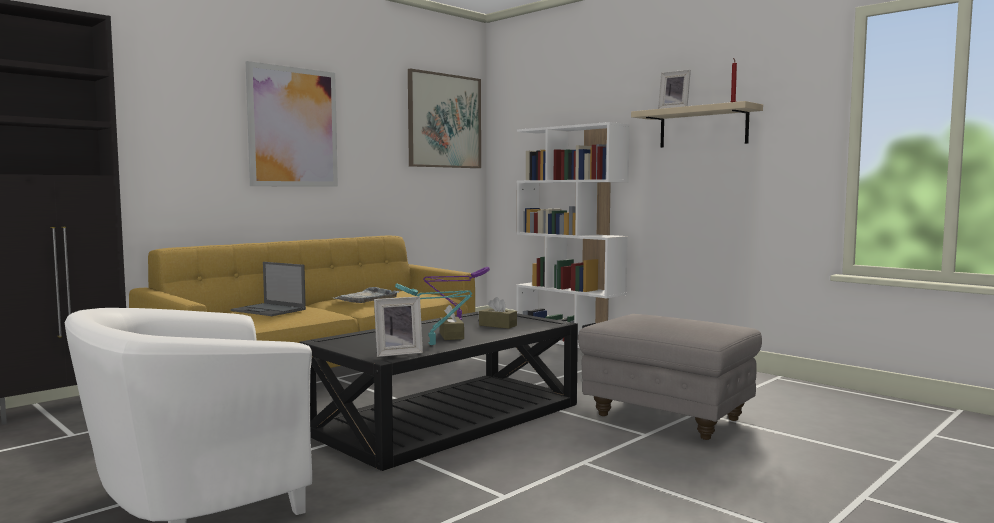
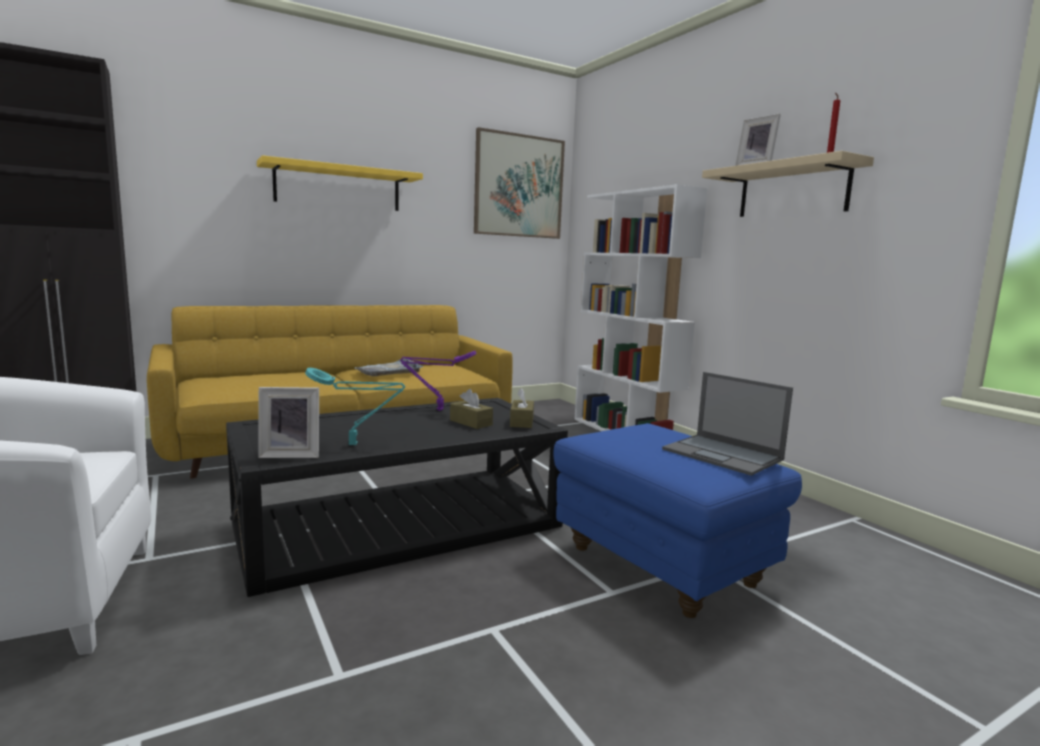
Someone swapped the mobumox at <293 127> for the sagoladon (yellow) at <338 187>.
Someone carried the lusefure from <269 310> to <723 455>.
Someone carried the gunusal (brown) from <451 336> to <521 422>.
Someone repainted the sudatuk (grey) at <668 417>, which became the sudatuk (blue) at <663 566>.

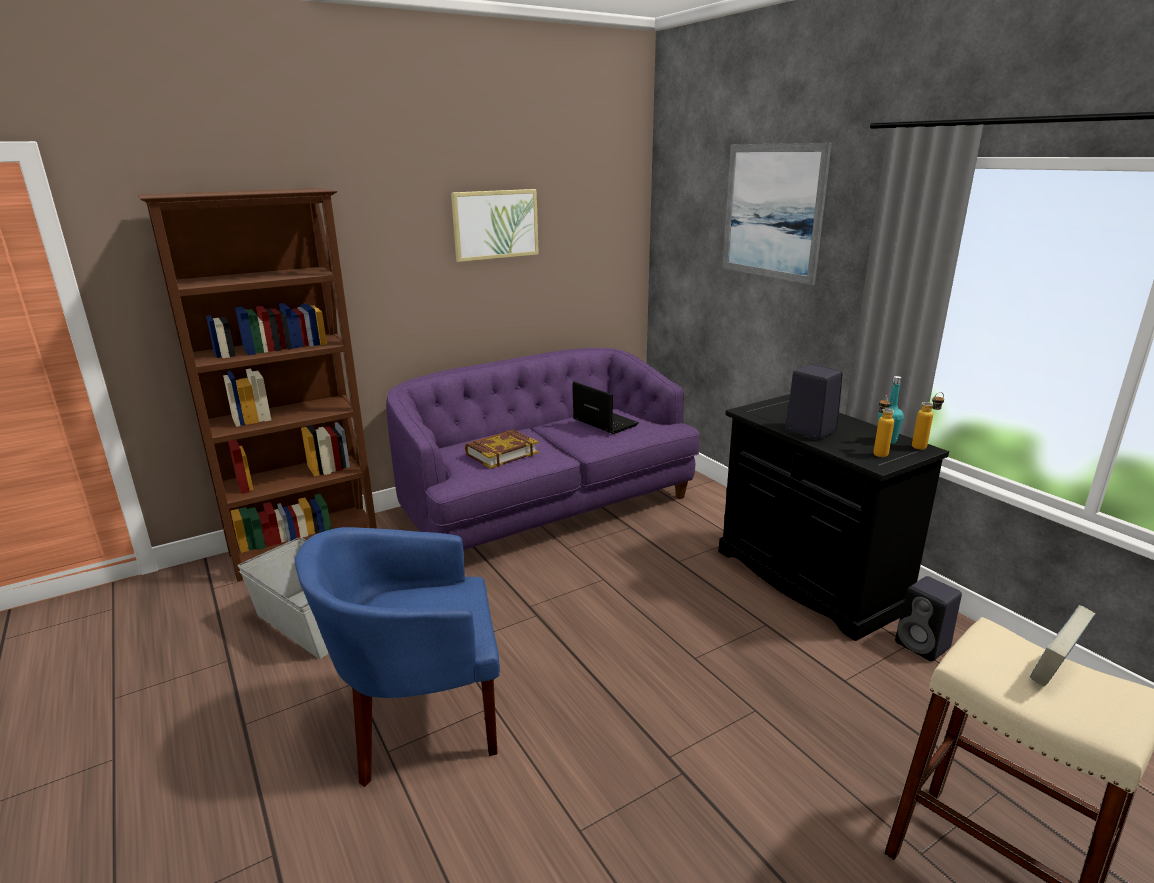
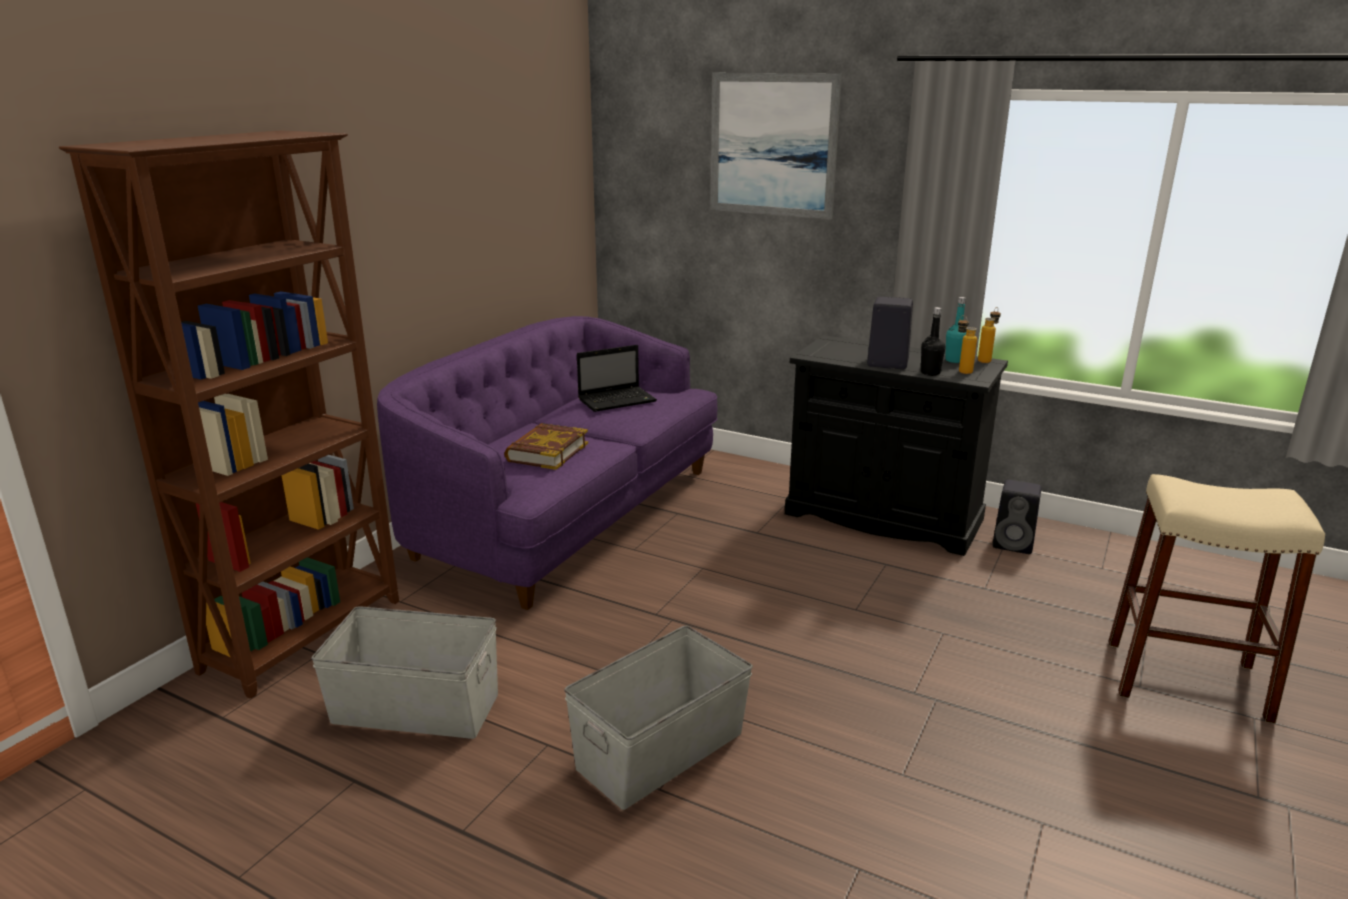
Someone took away the mobumox at <495 224>.
Someone rotated the lusefure at <603 422> by 135 degrees clockwise.
Someone swapped the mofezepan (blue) at <419 719> for the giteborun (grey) at <659 750>.
Someone took away the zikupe at <1054 671>.
Someone put down the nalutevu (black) at <930 373>.

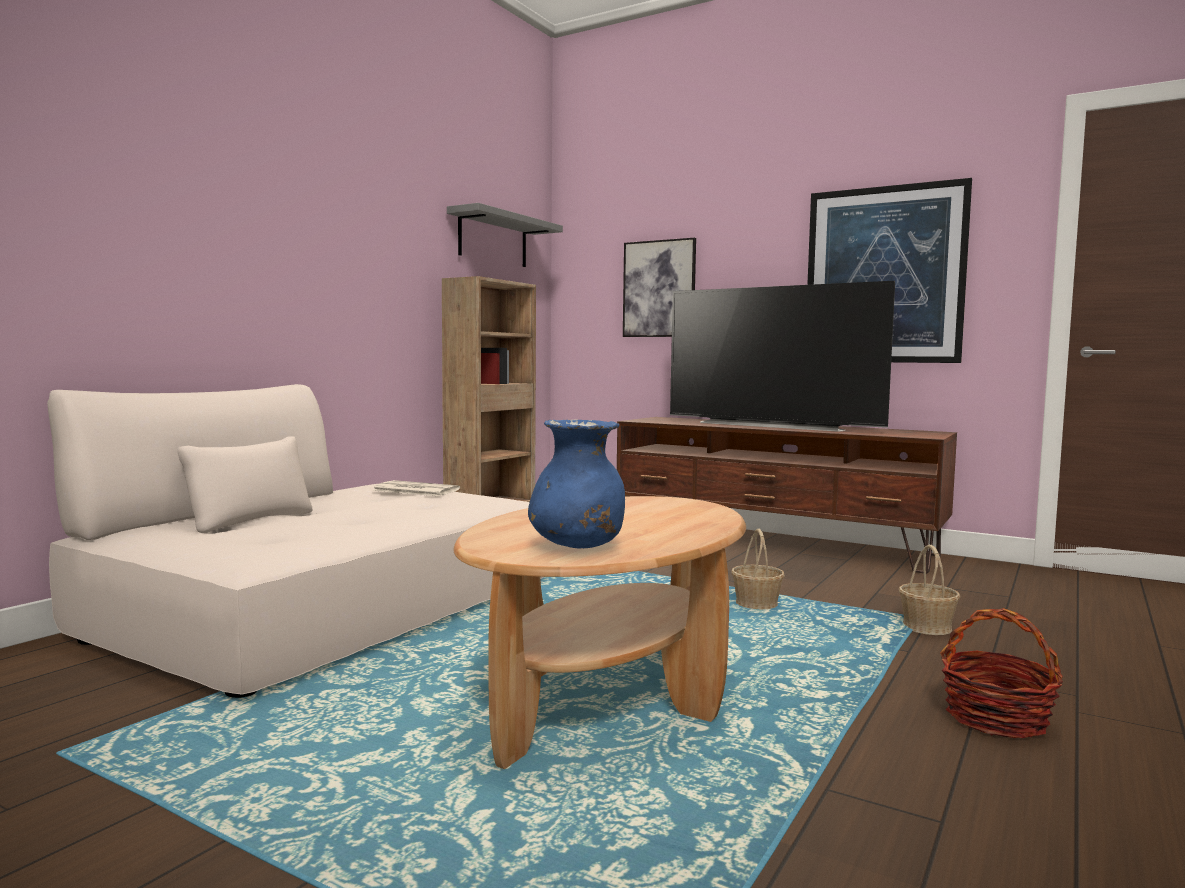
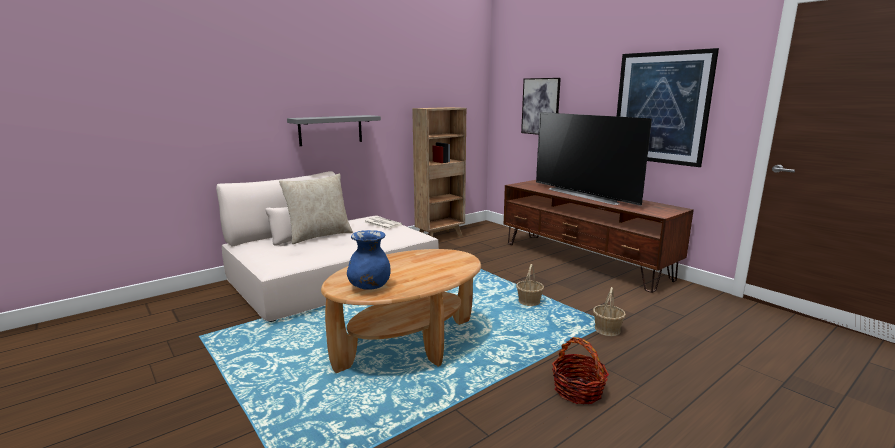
Someone carried the sagoladon (grey) from <493 239> to <330 130>.
Someone put down the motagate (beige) at <319 236>.

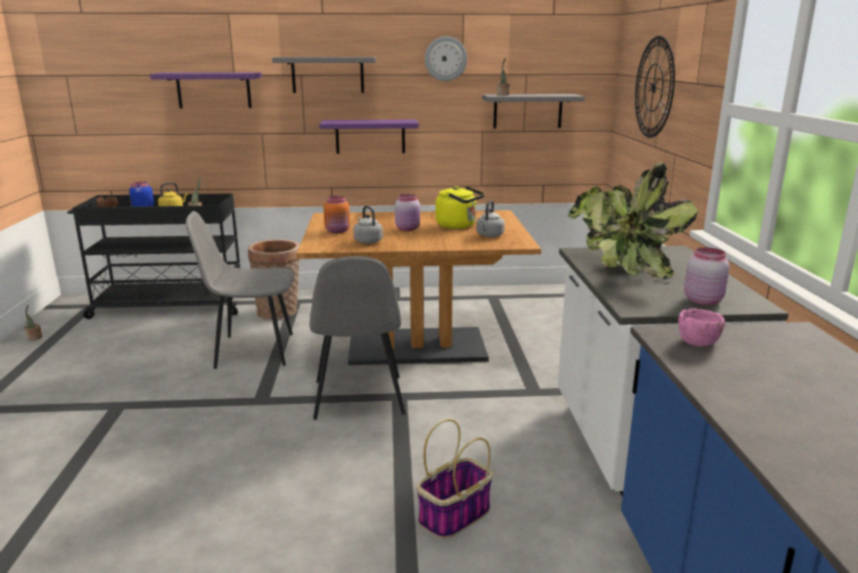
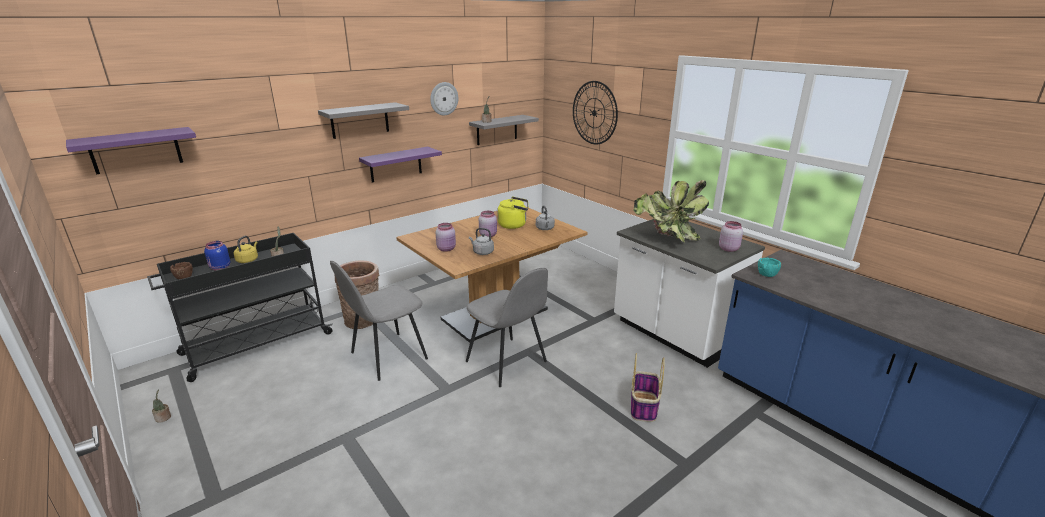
Someone carried the sagoladon (purple) from <214 90> to <136 150>.
Someone repainted the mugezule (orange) at <338 231>, which became the mugezule (pink) at <447 249>.
Someone repainted the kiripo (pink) at <698 342>, which became the kiripo (turquoise) at <767 274>.

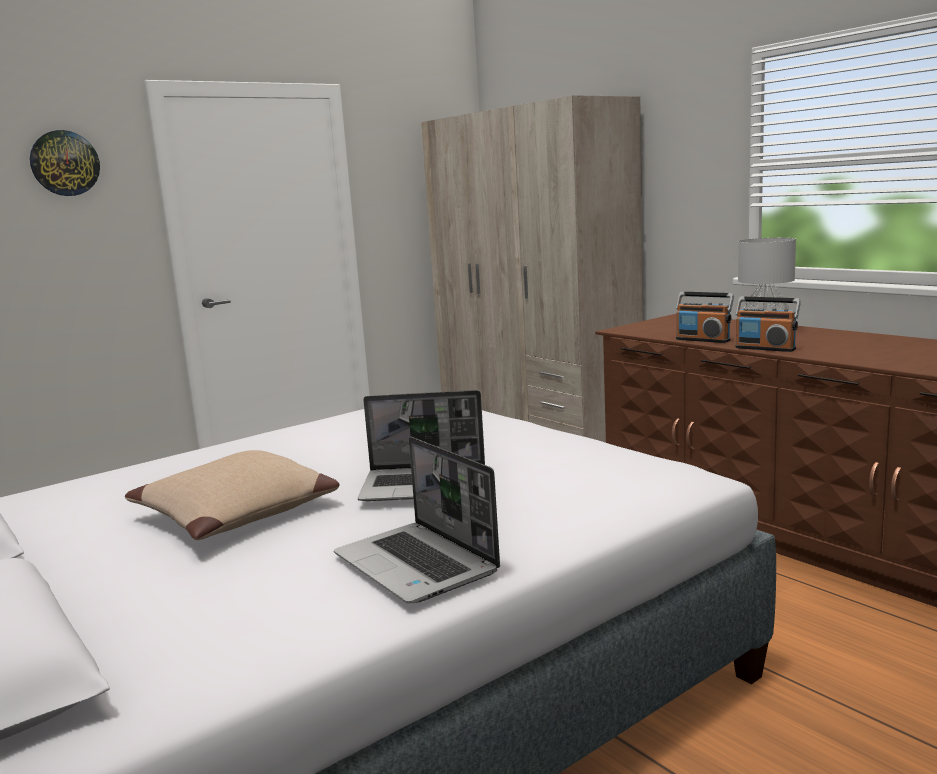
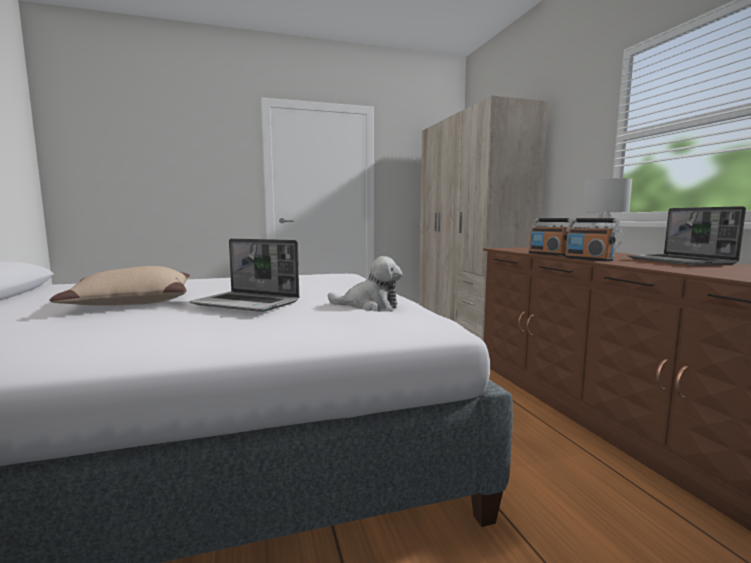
Someone took away the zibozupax at <65 163>.
Someone carried the lusefure from <418 565> to <680 261>.
Someone put down the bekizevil at <369 305>.

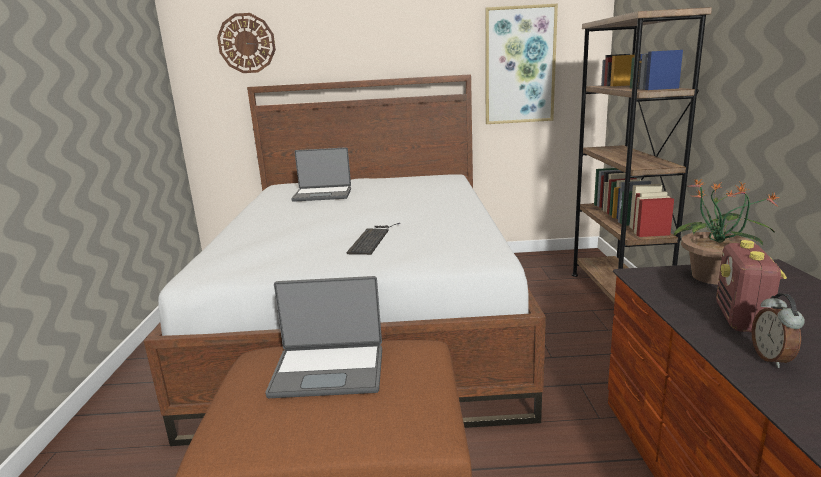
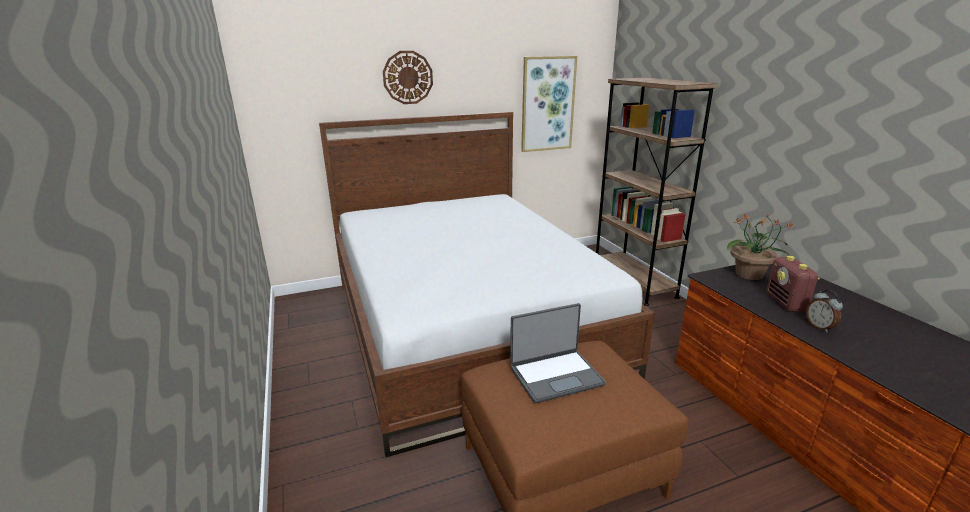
Someone carried the zibozupax from <246 43> to <408 77>.
Someone took away the lusefure at <323 195>.
Someone took away the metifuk at <372 238>.

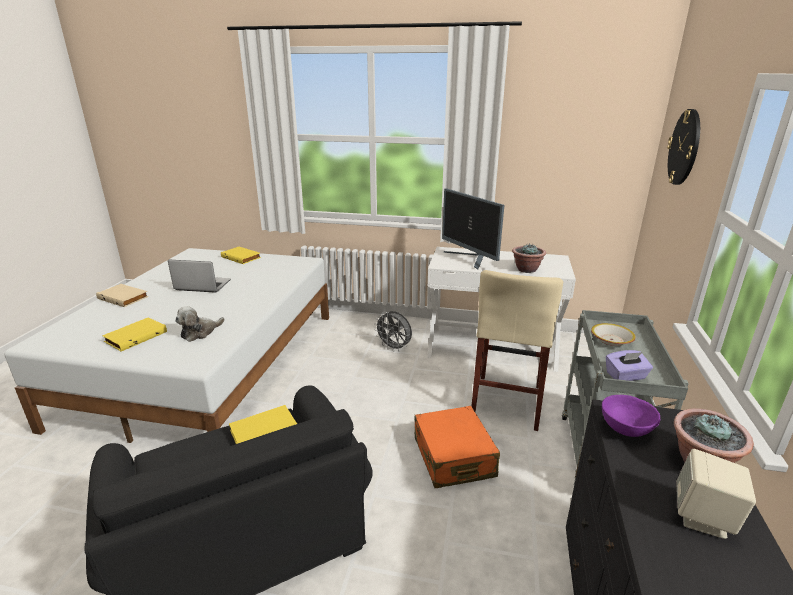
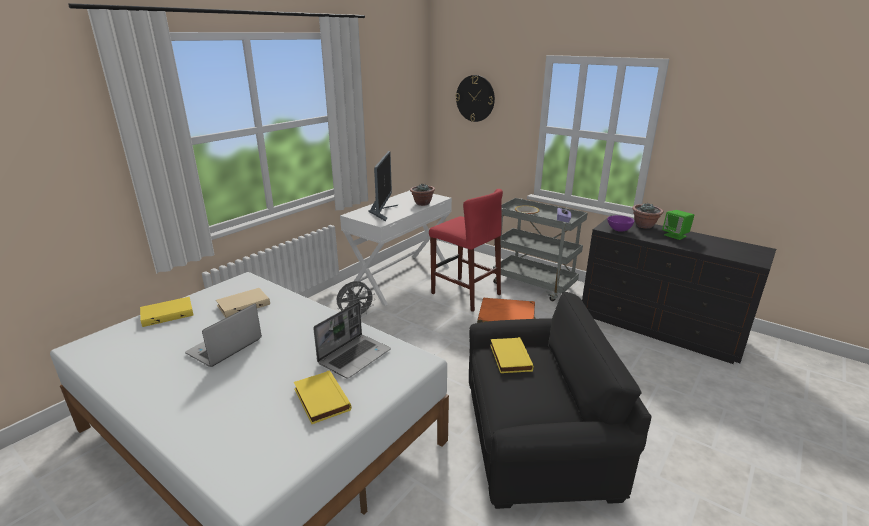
Someone rotated the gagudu at <470 259> by 75 degrees counterclockwise.
Someone repainted the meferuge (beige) at <507 401>, which became the meferuge (red) at <465 294>.
Someone carried the zikupe (beige) from <124 297> to <243 304>.
Someone swapped the bekizevil at <200 332> for the lusefure at <354 356>.
Someone repainted the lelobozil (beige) at <704 518>, which became the lelobozil (green) at <675 235>.

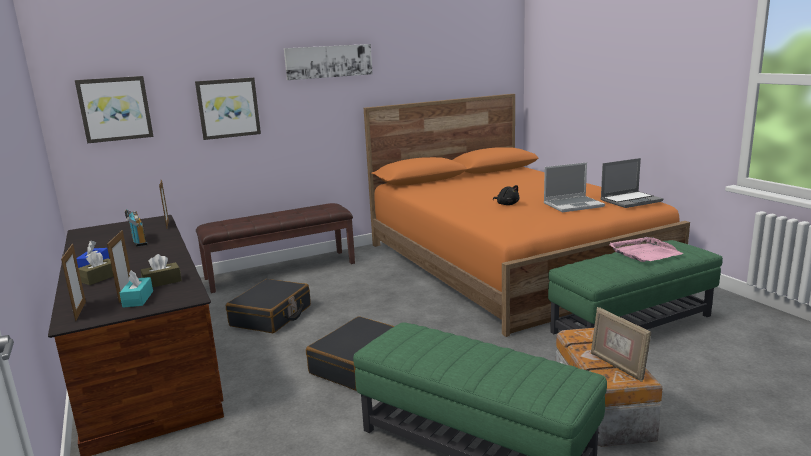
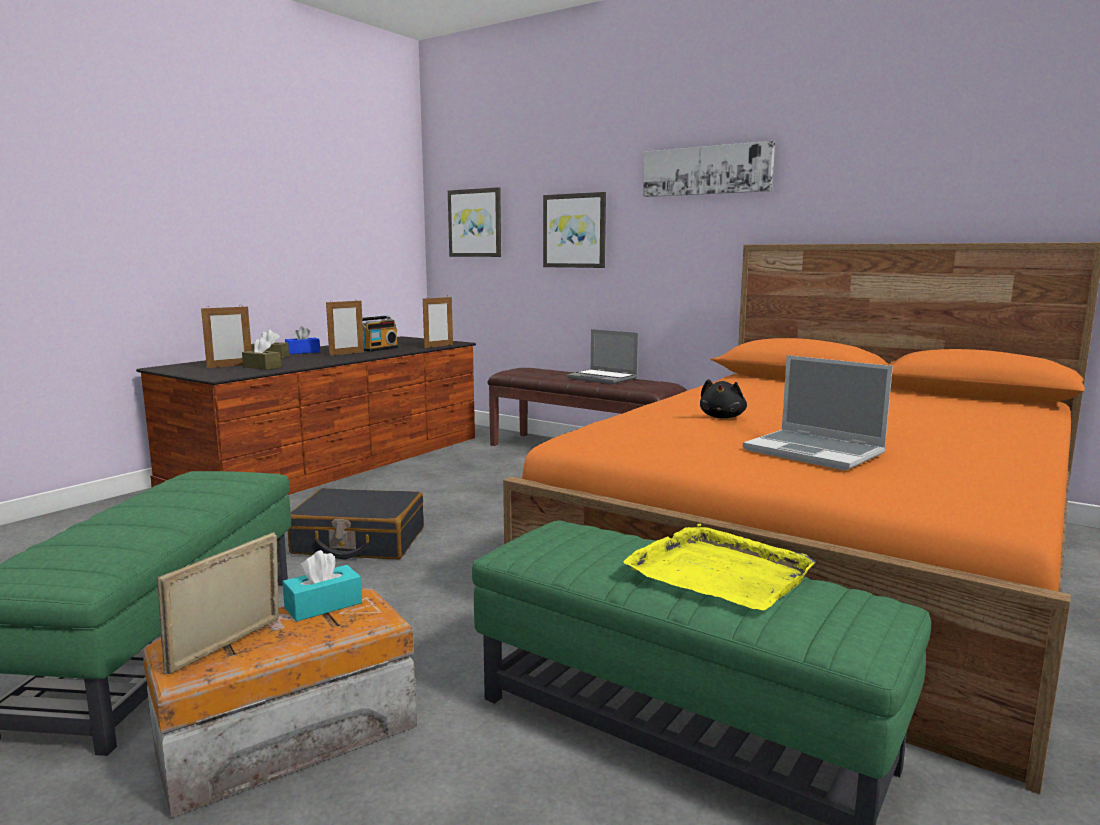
Someone carried the lusefure from <631 200> to <603 378>.
Someone repainted the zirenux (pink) at <644 252>, which became the zirenux (yellow) at <720 572>.
Someone carried the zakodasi from <80 311> to <346 353>.
Someone carried the gunusal (turquoise) from <138 299> to <323 605>.
Someone took away the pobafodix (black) at <271 316>.

